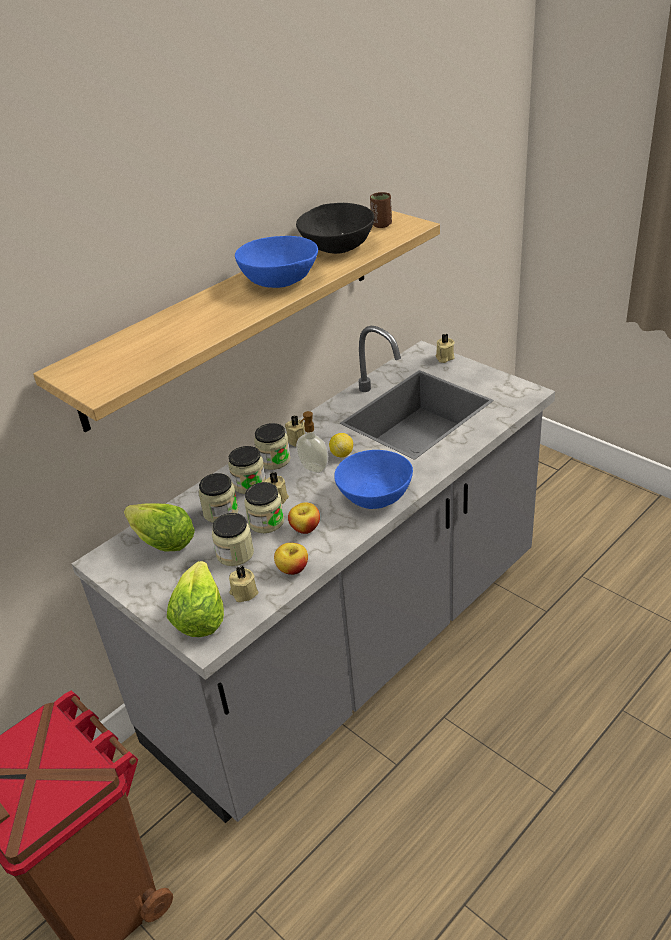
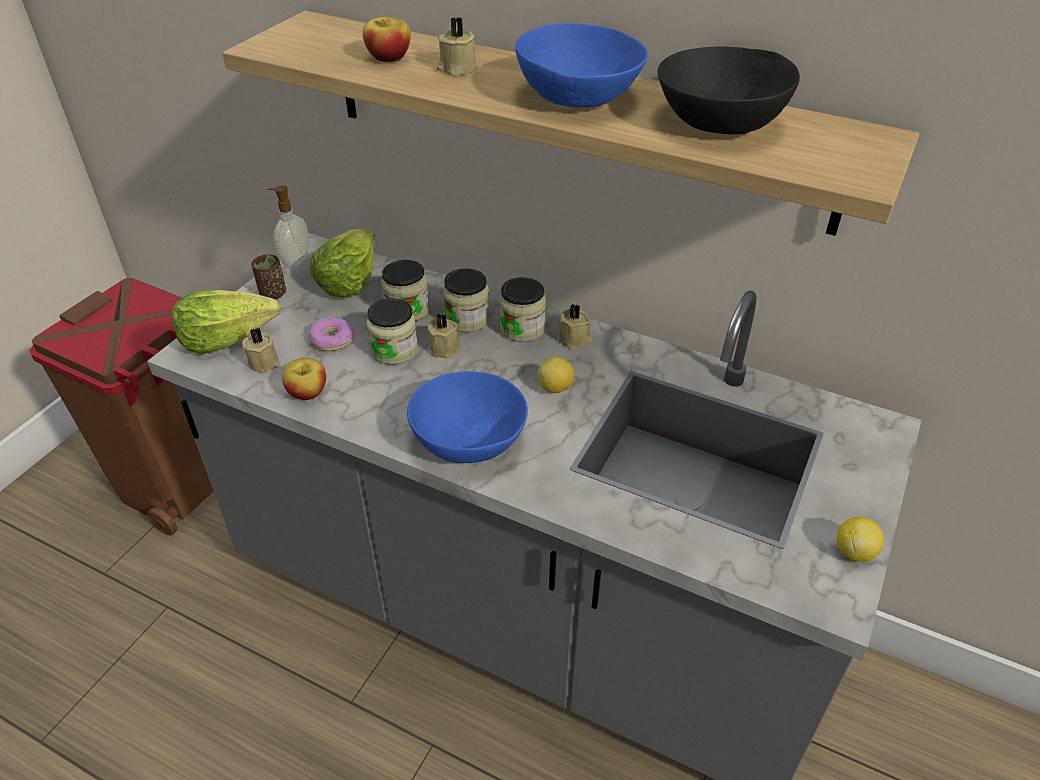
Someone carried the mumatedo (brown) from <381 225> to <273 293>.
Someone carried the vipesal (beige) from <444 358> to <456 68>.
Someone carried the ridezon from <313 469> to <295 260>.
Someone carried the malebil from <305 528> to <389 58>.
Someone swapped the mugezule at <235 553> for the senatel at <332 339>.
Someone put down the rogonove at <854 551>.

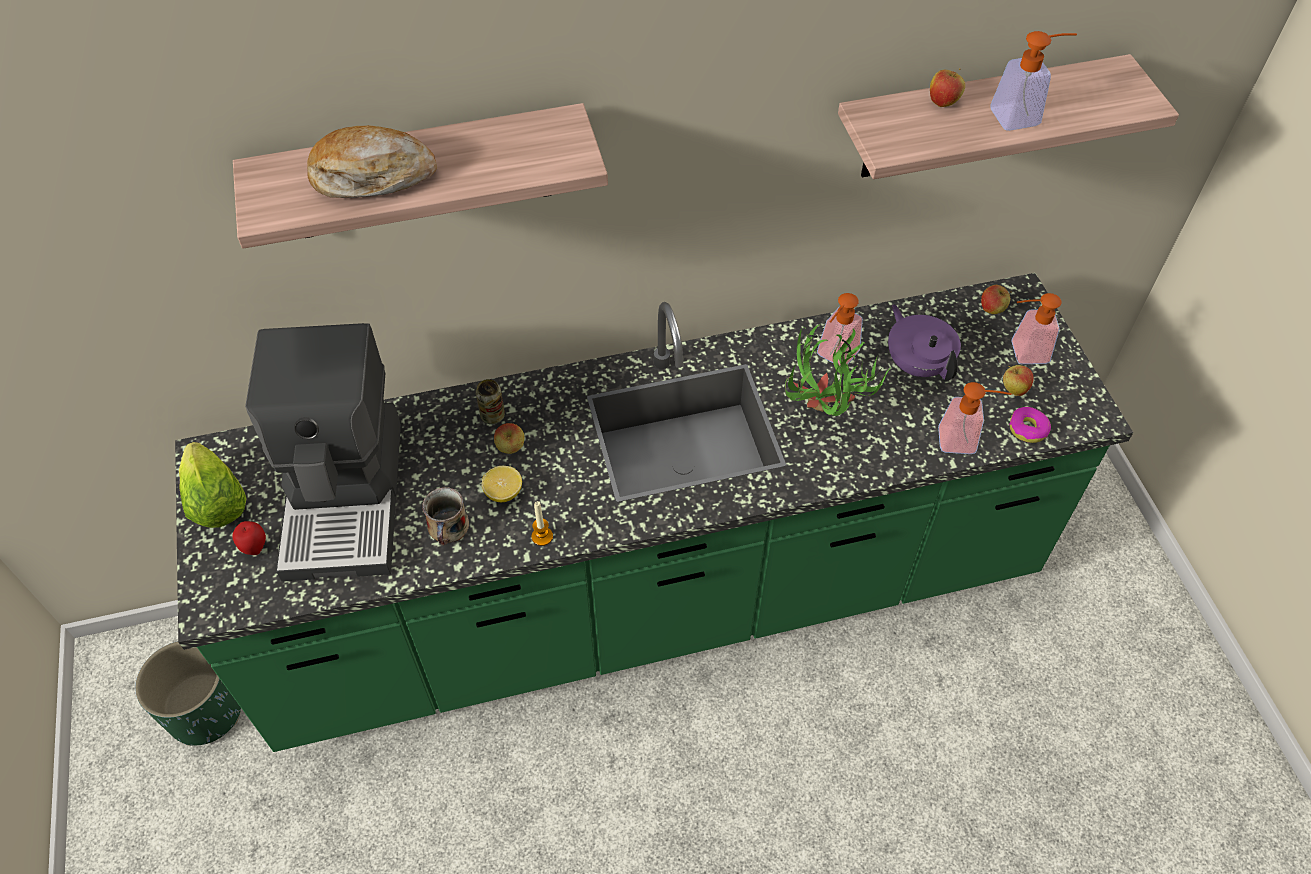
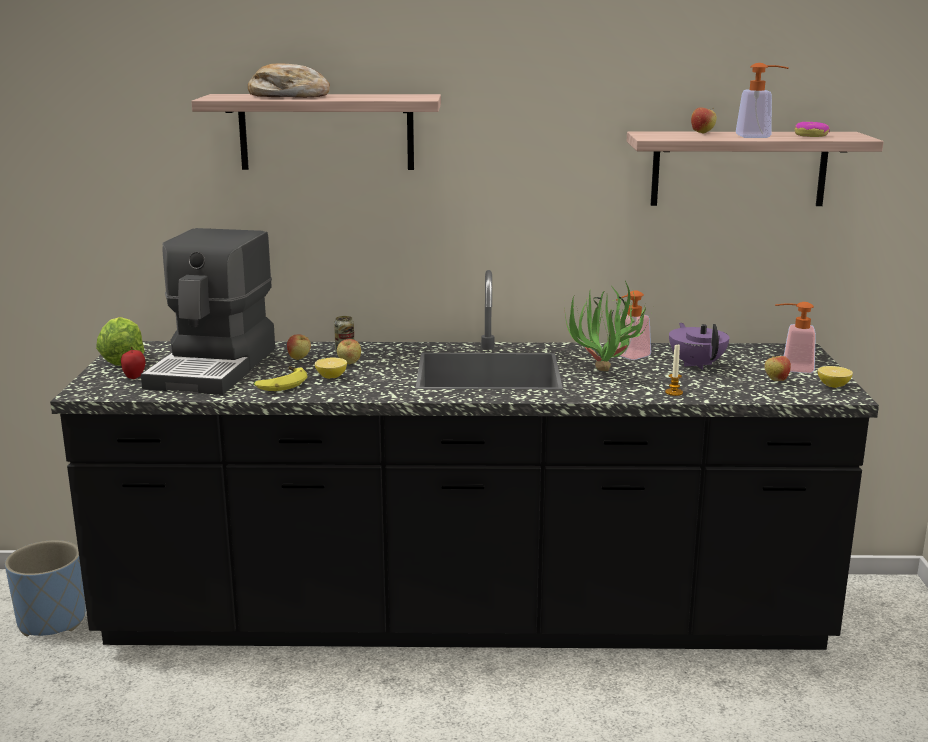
Someone repainted the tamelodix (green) at <655 602>, which became the tamelodix (black) at <464 620>.
Someone carried the malebil from <992 310> to <299 358>.
Someone took away the ridezon at <964 441>.
Someone carried the senatel from <1028 429> to <811 135>.
Someone swapped the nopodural at <448 528> for the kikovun at <279 384>.
Someone carried the vipesal from <542 536> to <674 392>.
Someone repainted the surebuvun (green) at <205 711>, which became the surebuvun (blue) at <52 621>.
Someone put down the rogonove at <833 386>.

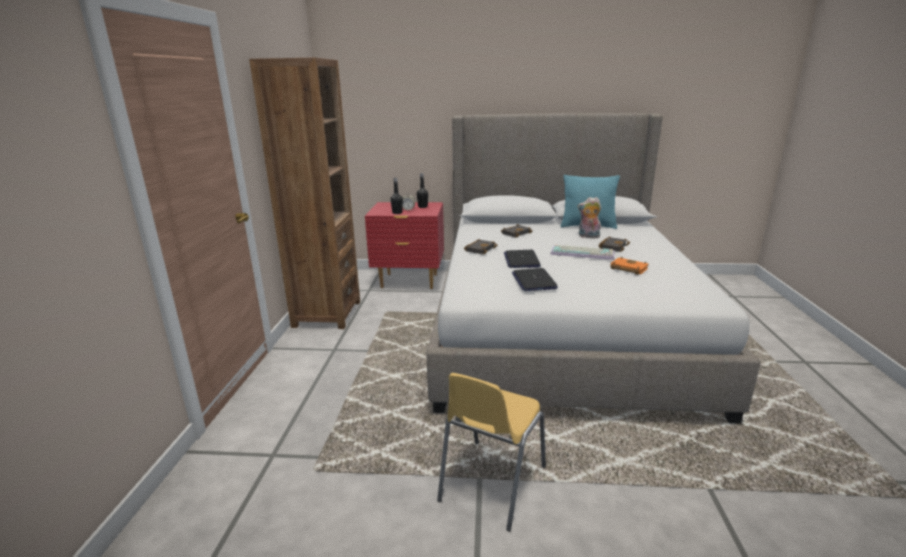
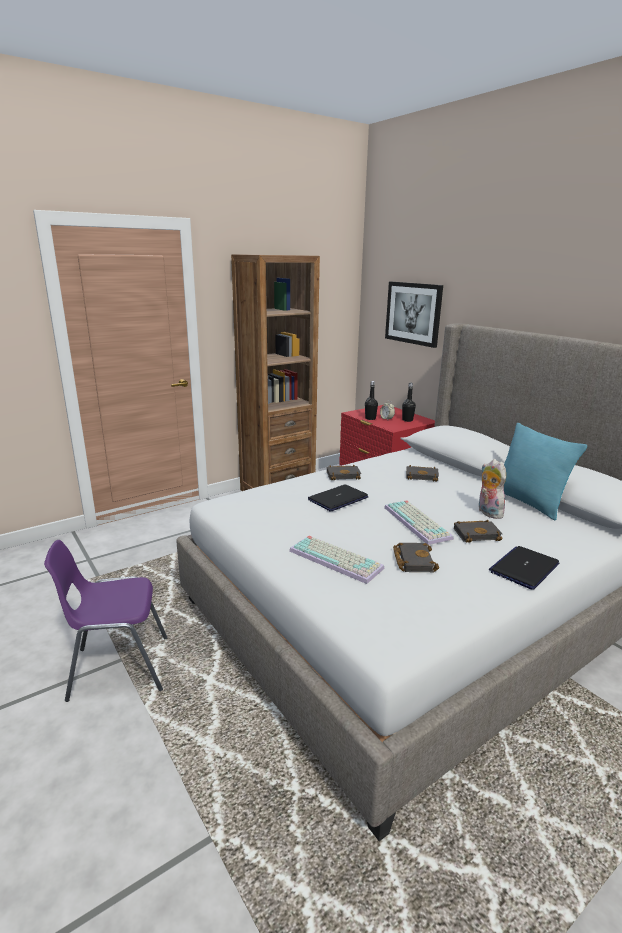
Someone repainted the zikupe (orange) at <627 269>, which became the zikupe (black) at <412 560>.
Someone carried the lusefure from <533 281> to <524 568>.
Someone repainted the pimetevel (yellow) at <491 484>, which became the pimetevel (purple) at <118 668>.
Someone put up the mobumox at <413 313>.
Someone put down the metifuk at <337 559>.

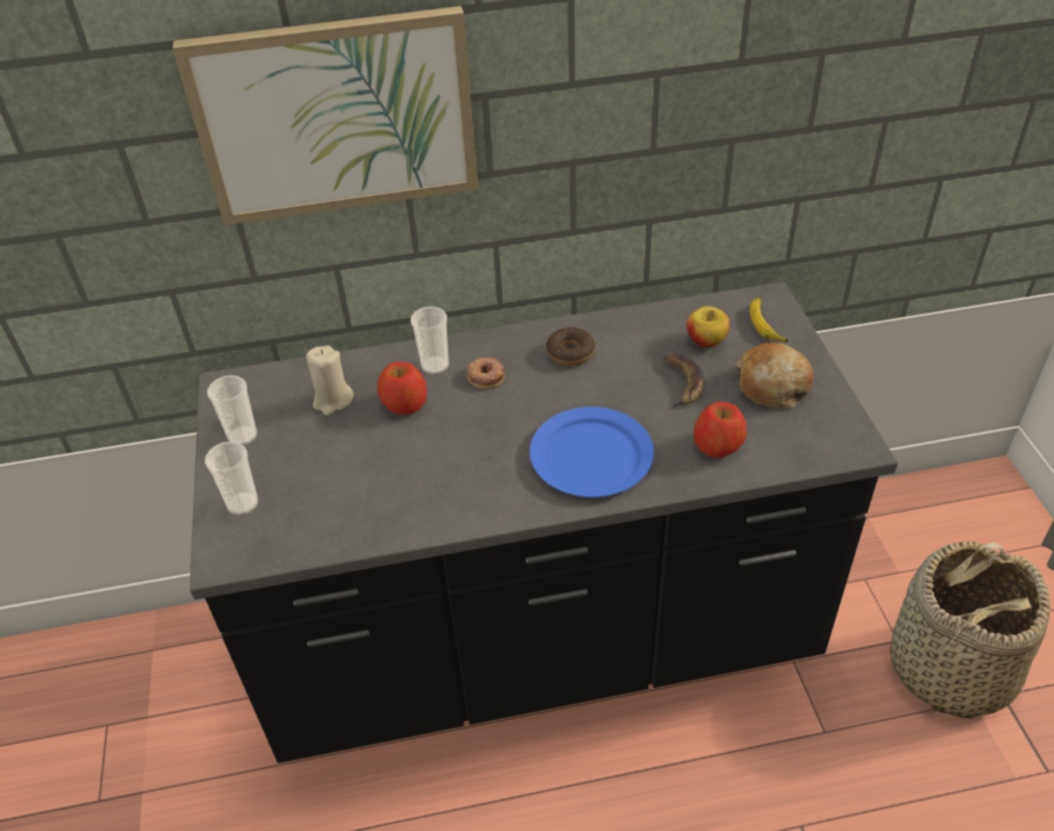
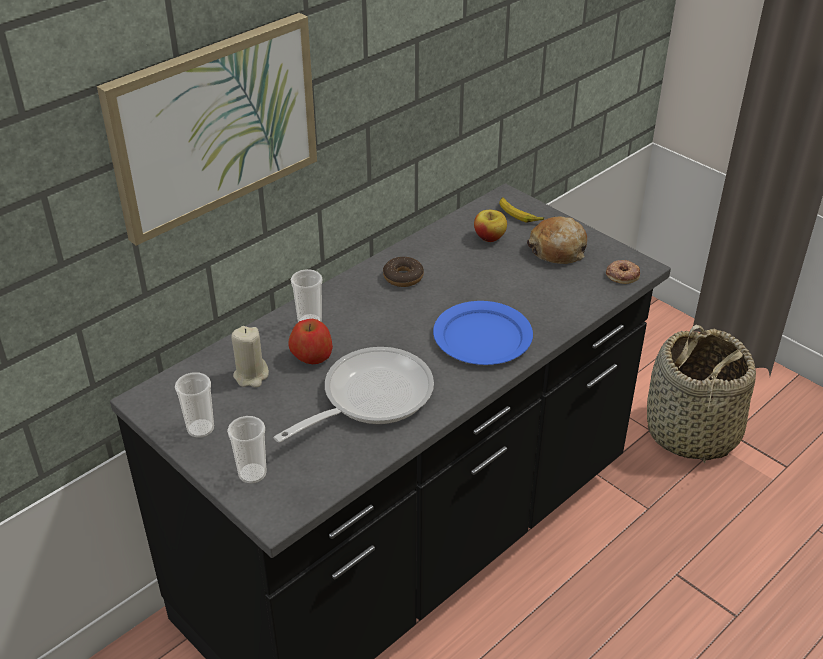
Someone took away the kikovun at <681 383>.
Someone carried the senatel from <486 376> to <622 274>.
Someone took away the malebil at <717 445>.
Someone put down the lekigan at <369 397>.

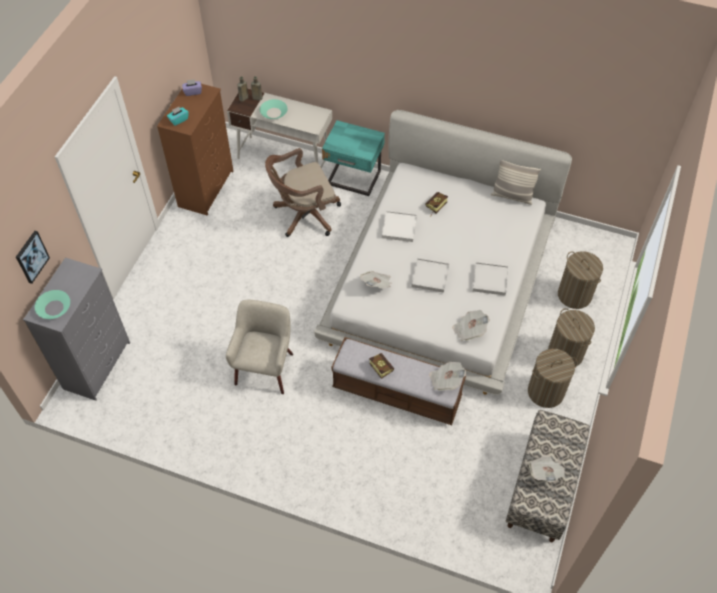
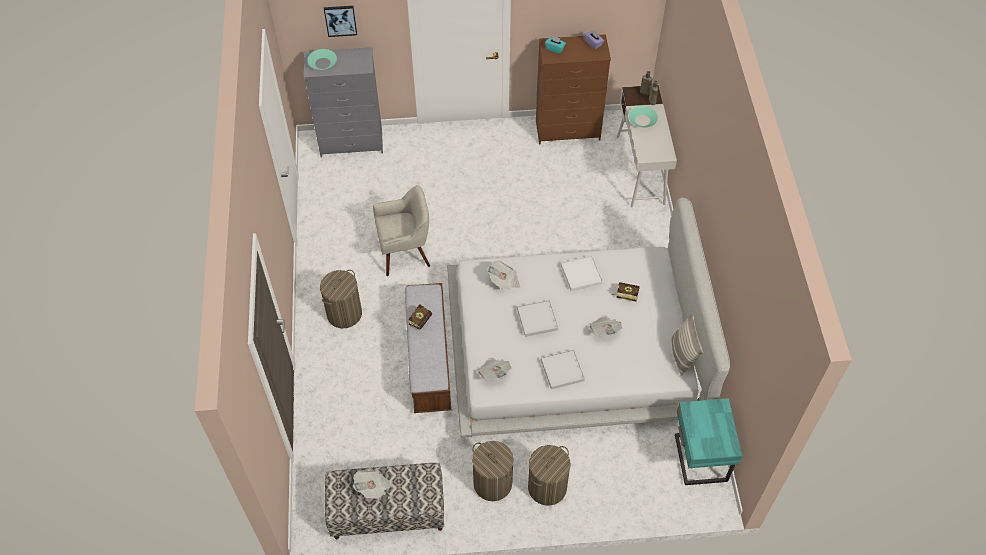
Someone carried the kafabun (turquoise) from <353 179> to <698 459>.
Someone took away the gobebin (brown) at <303 215>.
Someone carried the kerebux from <574 295> to <344 313>.
Someone carried the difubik from <445 380> to <604 330>.

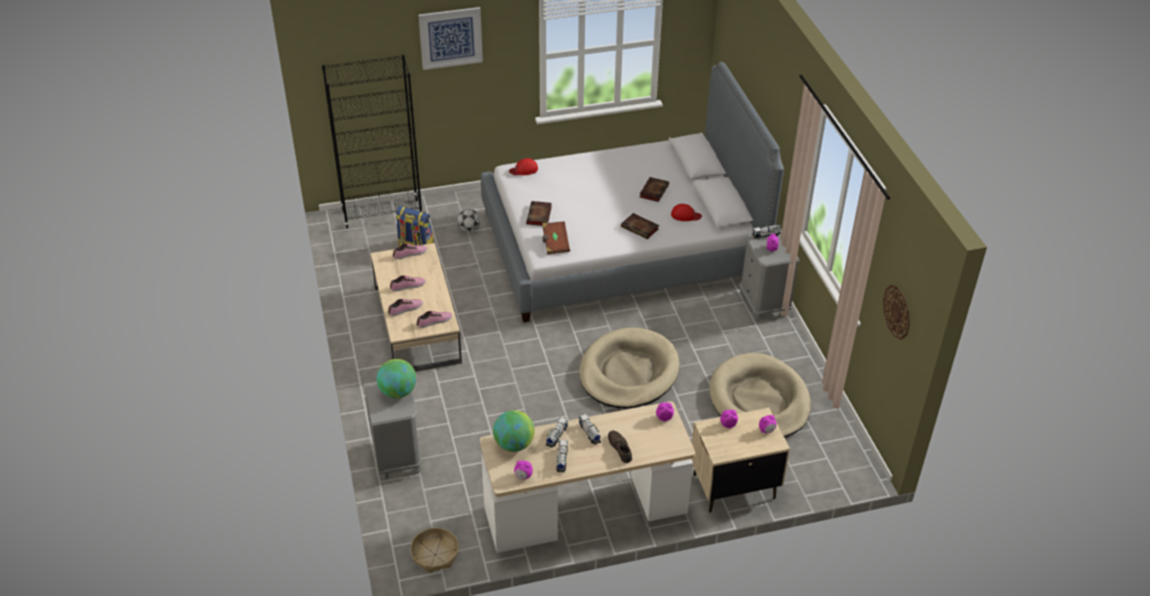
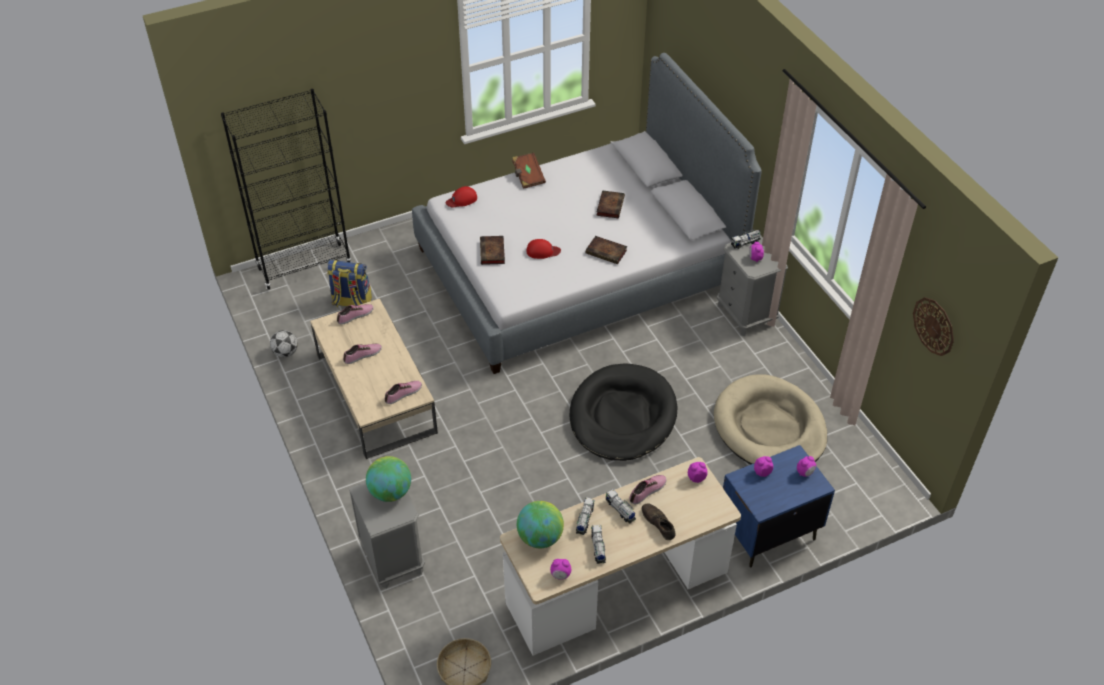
Someone took away the mobumox at <450 38>.
Someone carried the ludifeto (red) from <685 215> to <542 251>.
Someone carried the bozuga from <469 229> to <285 352>.
Someone carried the zikupe (brown) from <555 243> to <528 176>.
Someone carried the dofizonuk from <405 309> to <648 491>.
Someone repainted the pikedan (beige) at <628 372>, which became the pikedan (black) at <622 416>.
Someone repainted the kafabun (beige) at <733 486>, which became the kafabun (blue) at <767 532>.

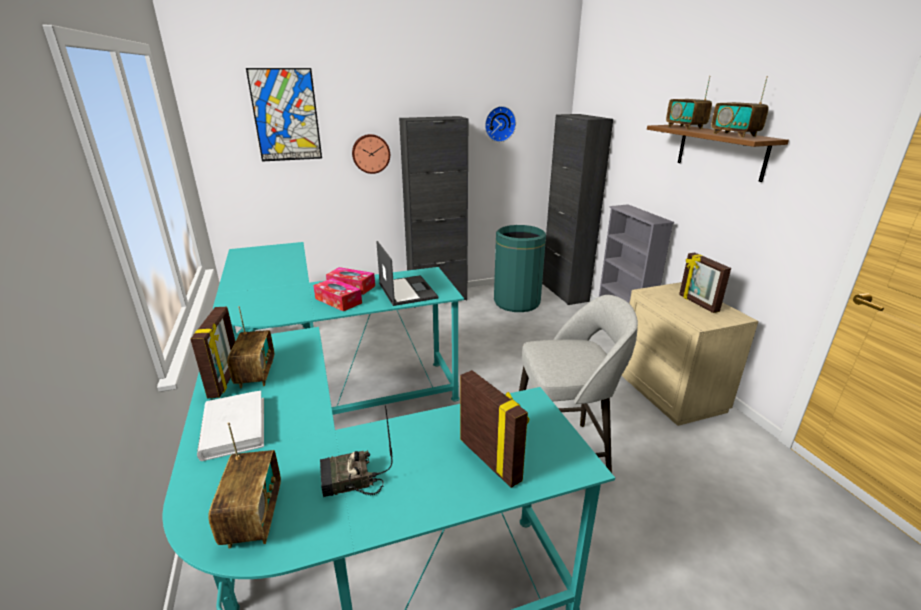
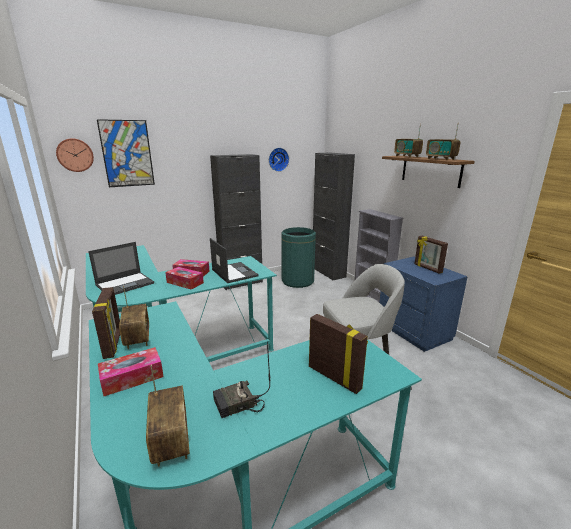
Someone carried the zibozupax from <370 153> to <75 155>.
Someone repainted the kafabun (beige) at <671 392>, which became the kafabun (blue) at <414 331>.
Someone swapped the zikupe (white) at <234 427> for the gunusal at <132 378>.
Someone put down the lusefure at <125 284>.

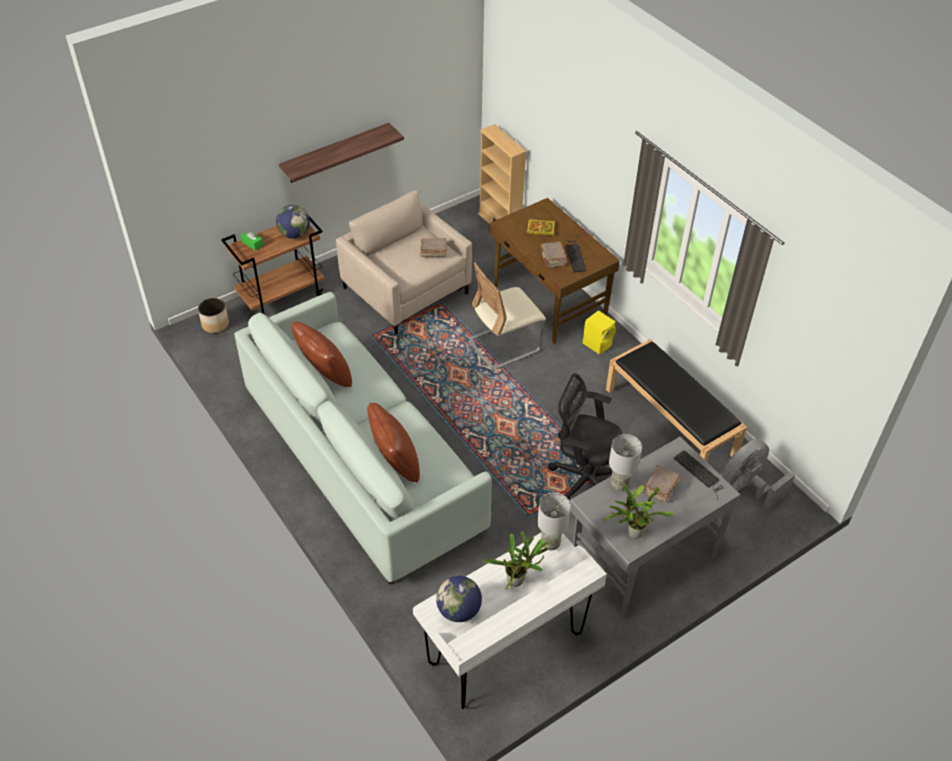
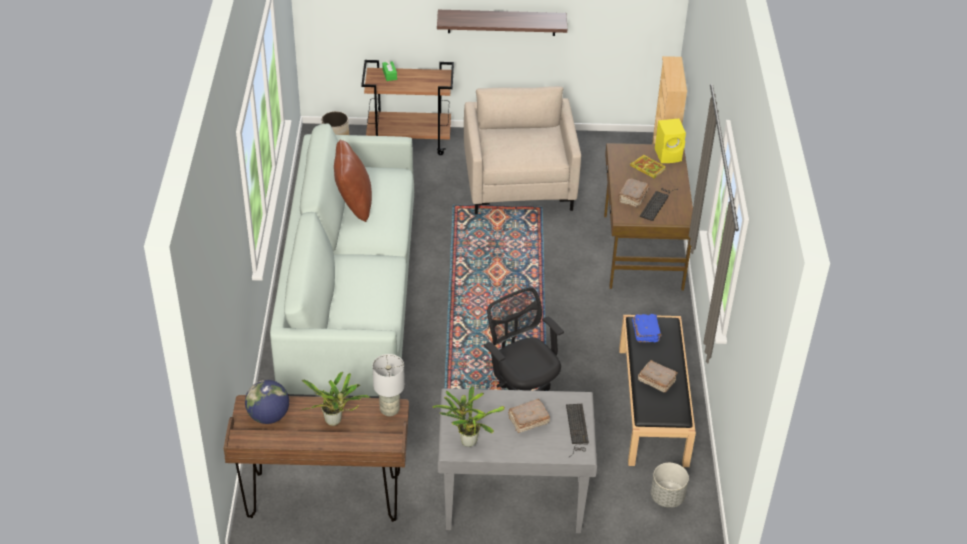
Someone took away the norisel at <294 234>.
Someone carried the zikupe (brown) from <433 252> to <656 380>.
Someone took away the pimetevel (beige) at <504 345>.
Someone carried the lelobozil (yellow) from <598 343> to <669 155>.
Someone took away the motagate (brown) at <395 463>.
Someone took away the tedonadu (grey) at <619 484>.
Someone swapped the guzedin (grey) at <746 489> for the surebuvun (grey) at <667 497>.
Someone repainted the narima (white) at <506 650>, which became the narima (brown) at <324 498>.
Someone put down the zikupe (blue) at <646 332>.

